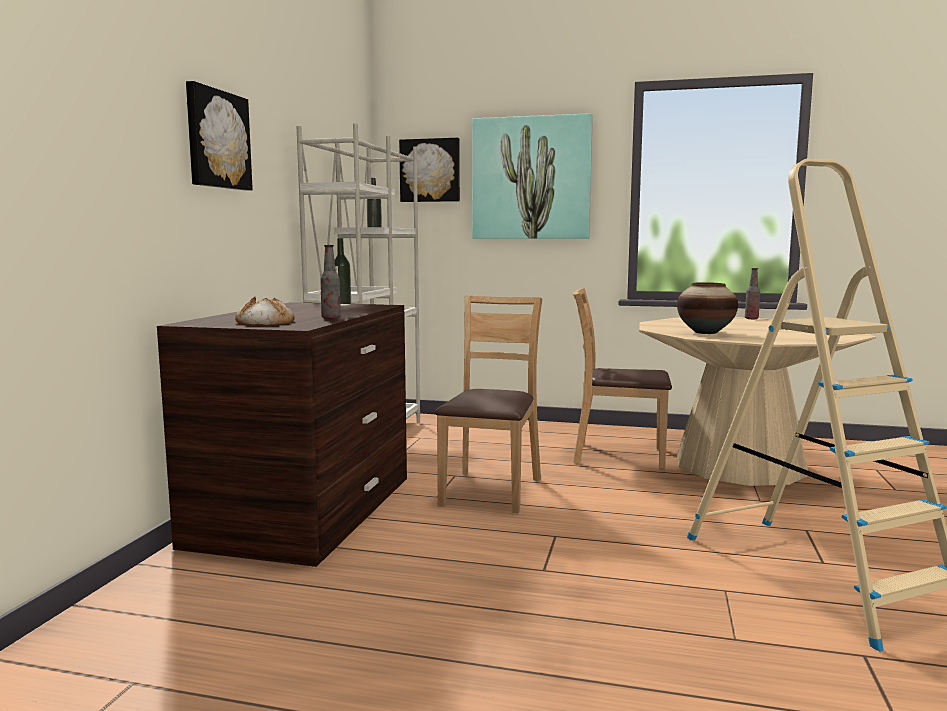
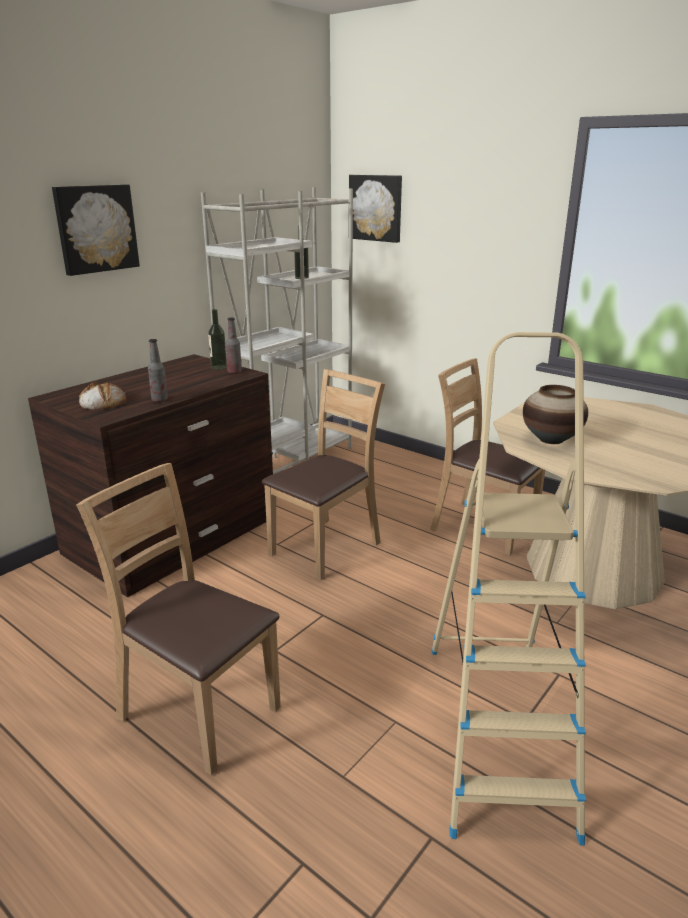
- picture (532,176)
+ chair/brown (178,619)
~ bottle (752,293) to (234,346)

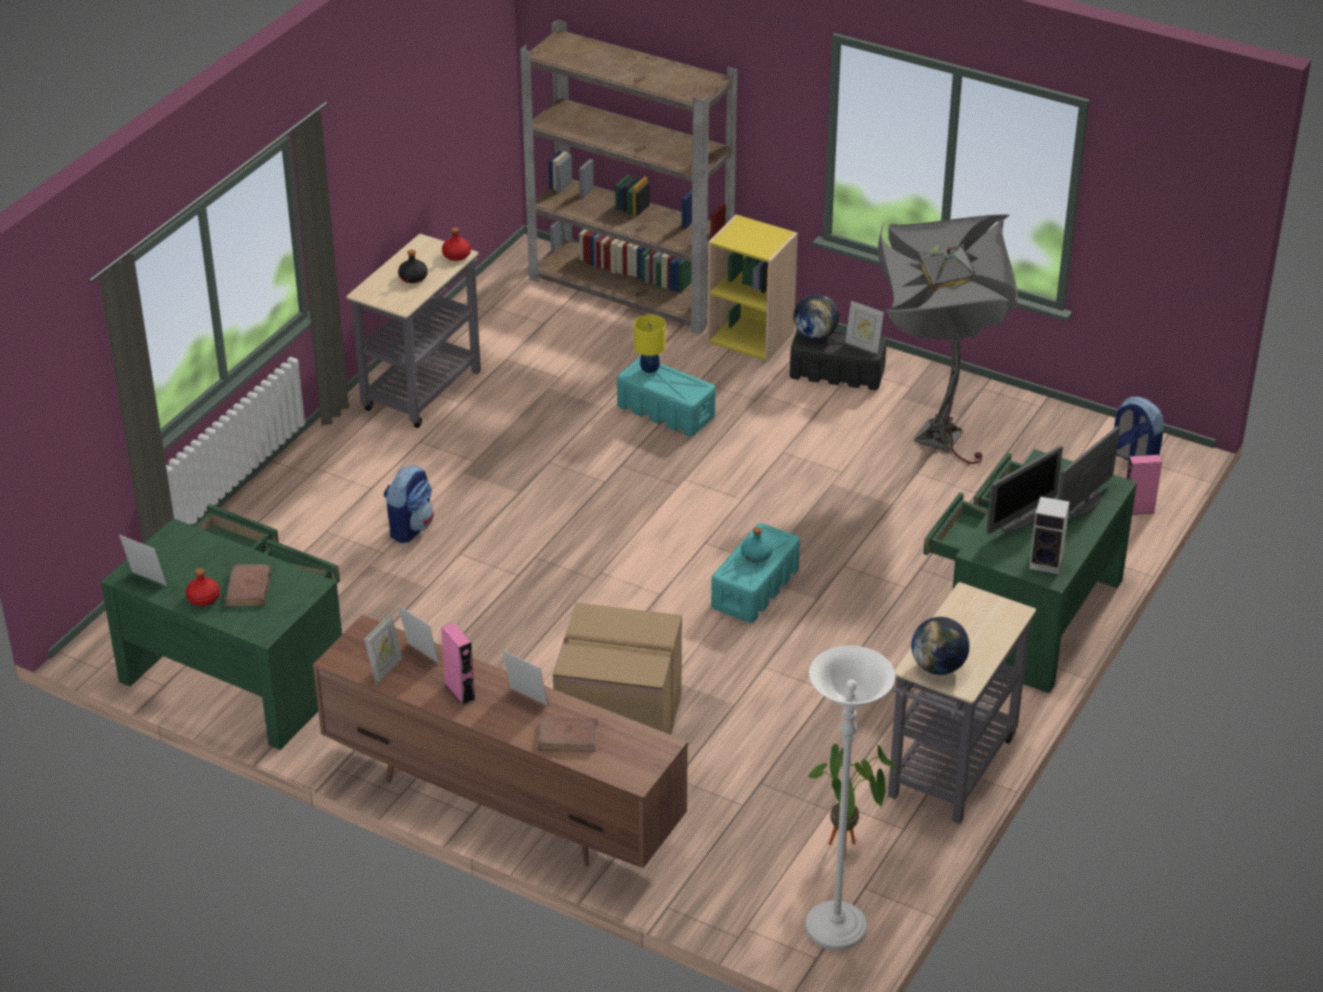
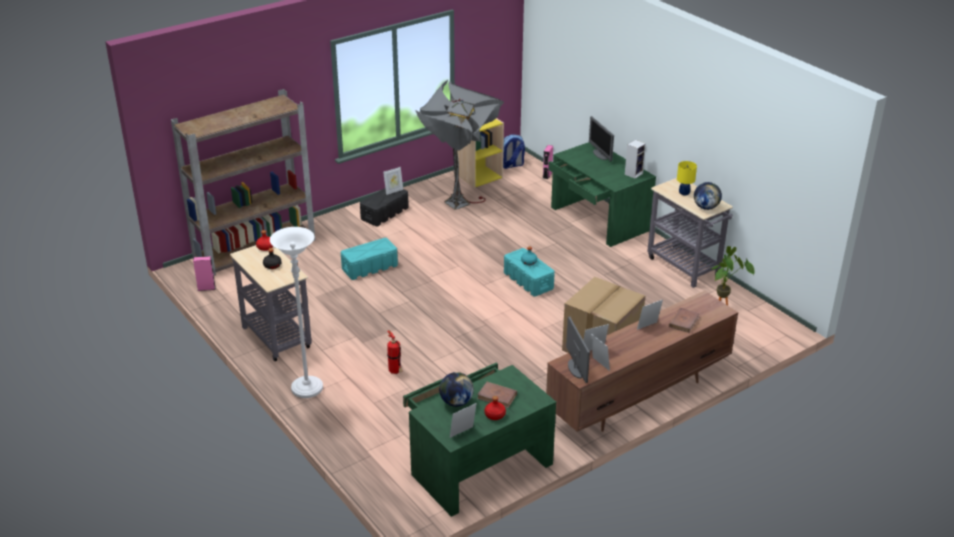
~ speaker/pink (458,663) to (204,273)
~ table lamp/yellow (650,344) to (687,178)
~ bookcase/yellow (752,288) to (480,153)
~ globe (816,317) to (456,389)
~ floor lamp/white (850,798) to (296,312)
~ monitor (1024,490) to (578,349)
~ backpack (409,504) to fire extinguisher (395,352)

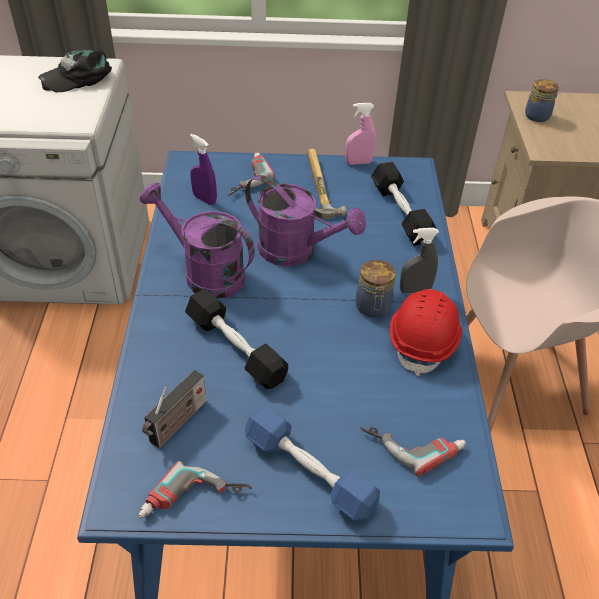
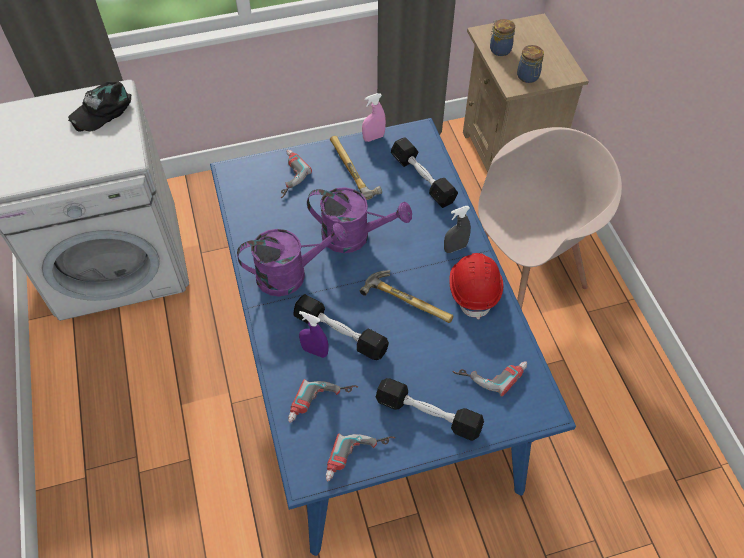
+ hammer (406,296)
~ spray bottle/purple (203,169) to (314,334)
~ jar (375,289) to (530,64)
~ radio (174,409) to power drill (323,401)
~ dumbbell/blue (312,464) to dumbbell/black (430,409)
~ watering can/purple (197,240) = (292,259) 150 degrees clockwise

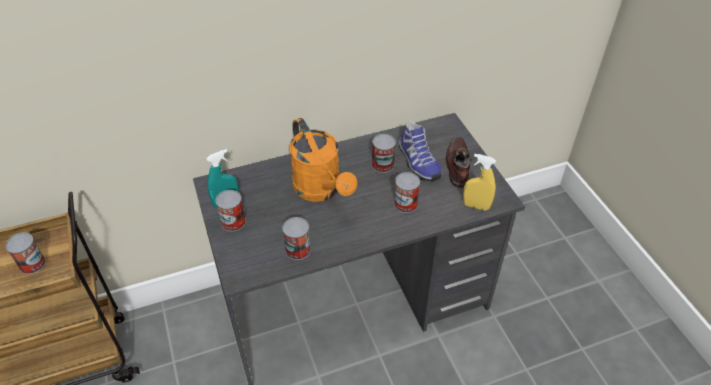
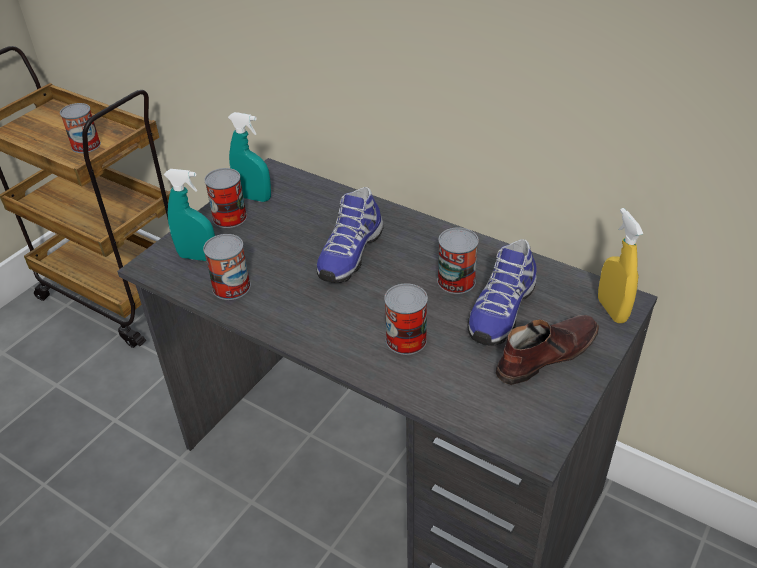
+ spray bottle/turquoise (189,215)
~ spray bottle/yellow (479,182) to (620,265)
~ watering can/orange (323,160) to shoe (350,235)

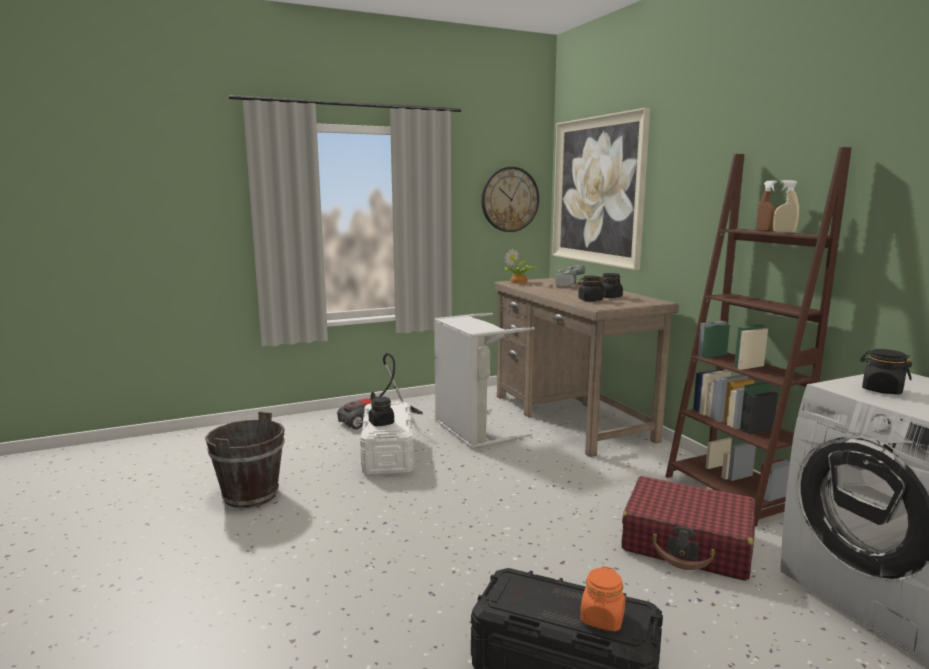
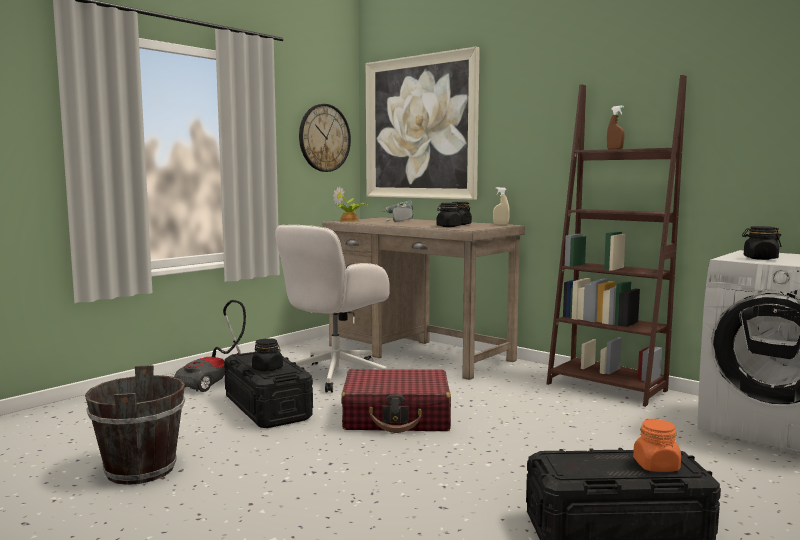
~ suitcase/red (688,528) to (396,401)
~ spray bottle/beige (786,206) to (501,206)
~ laundry basket/grey (484,381) to office chair/white (332,309)
~ storage box/white (387,438) to storage box/black (268,390)

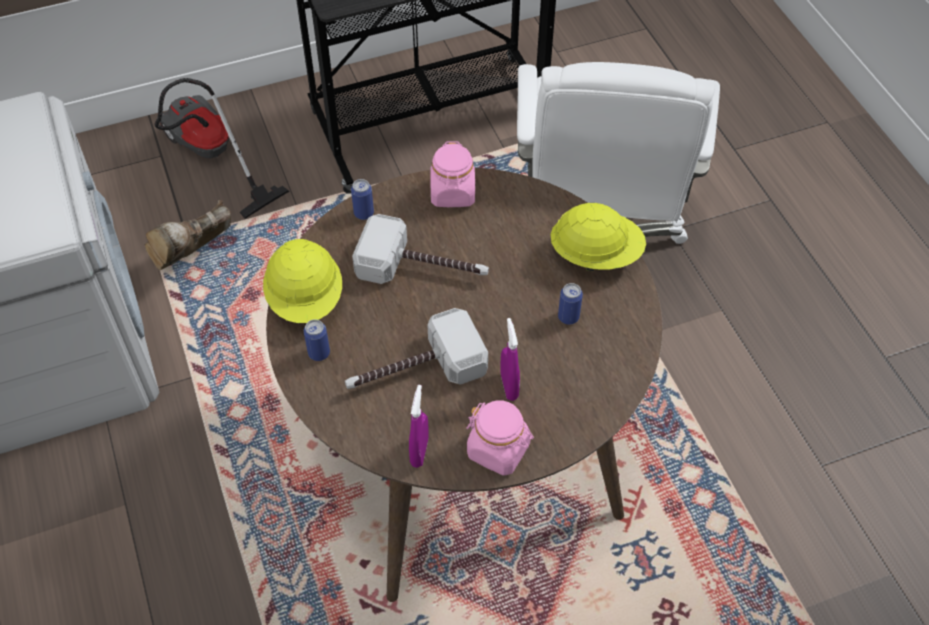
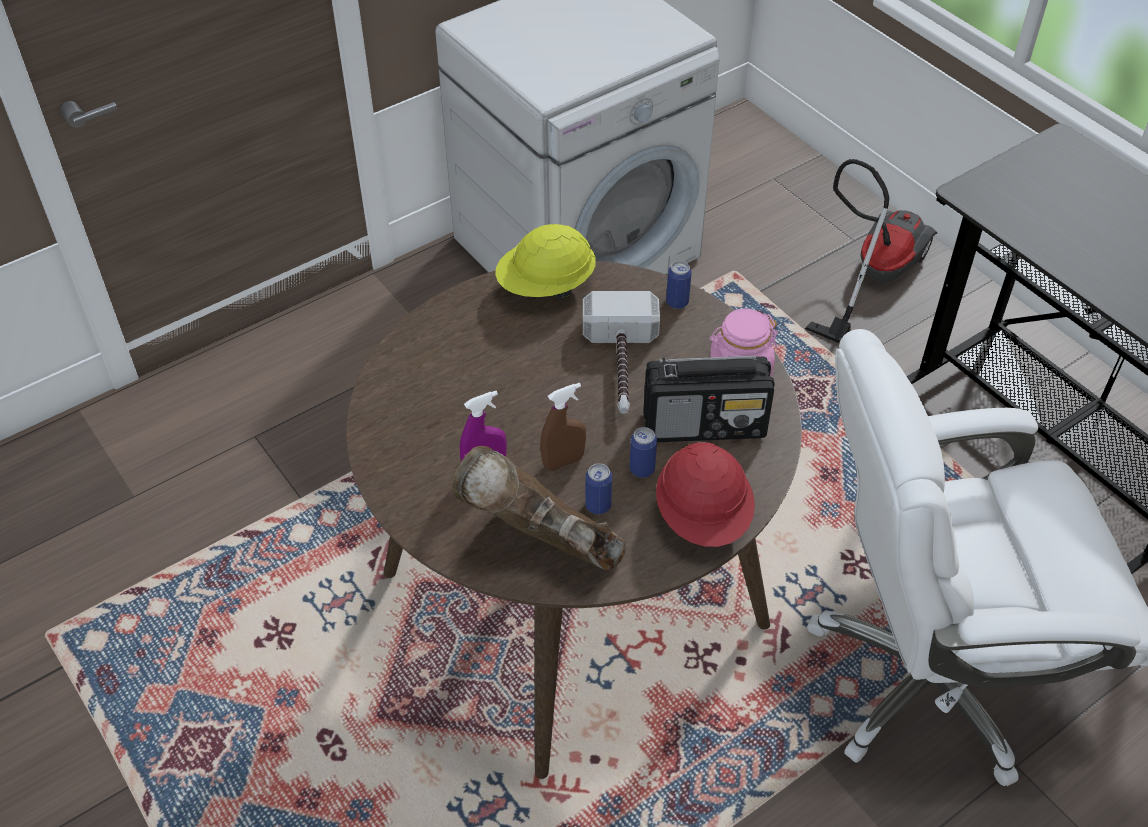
- hammer (416,348)
- spray bottle/purple (419,426)
- jar/pink (500,438)
+ spray bottle/brown (563,427)
+ radio (708,399)
~ boot/brown (187,235) to (538,508)
~ can (317,340) to (643,452)
~ hard hat/yellow (598,237) to hard hat/red (705,494)

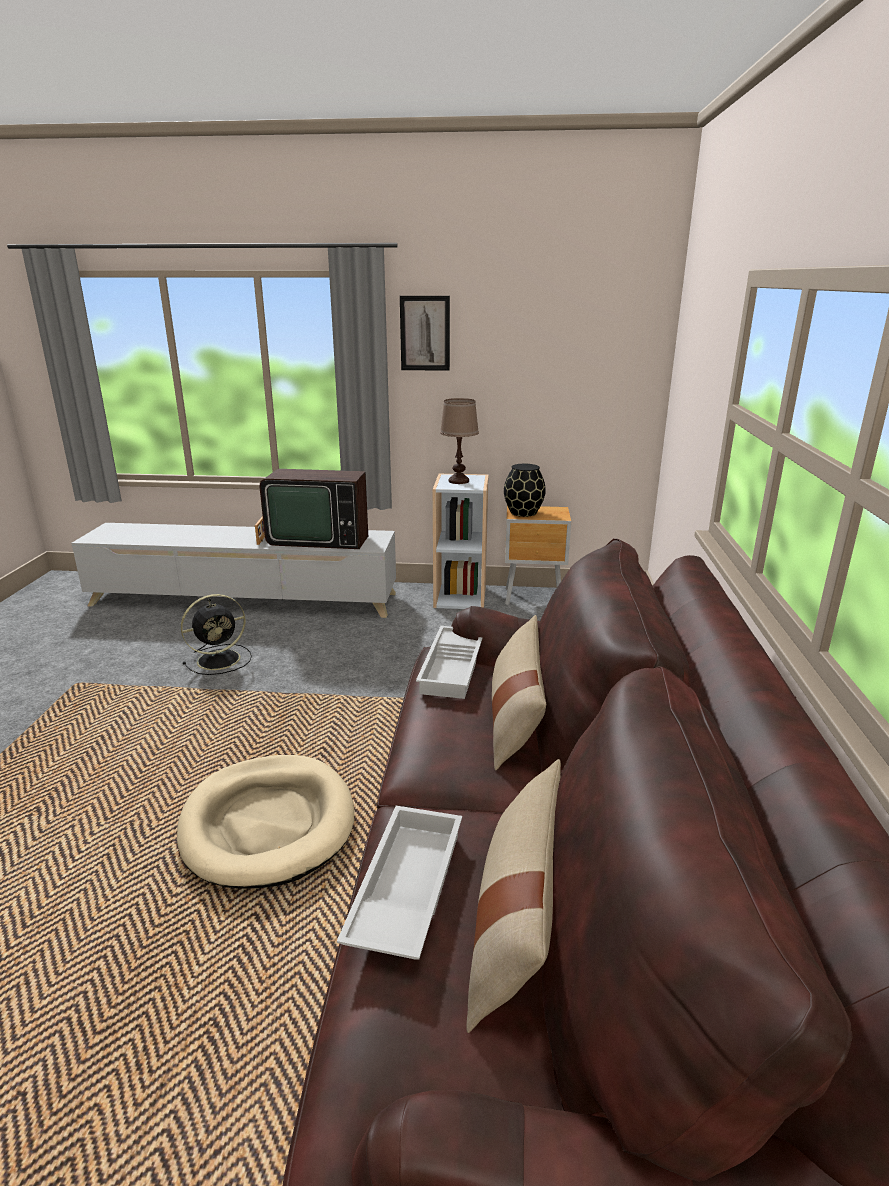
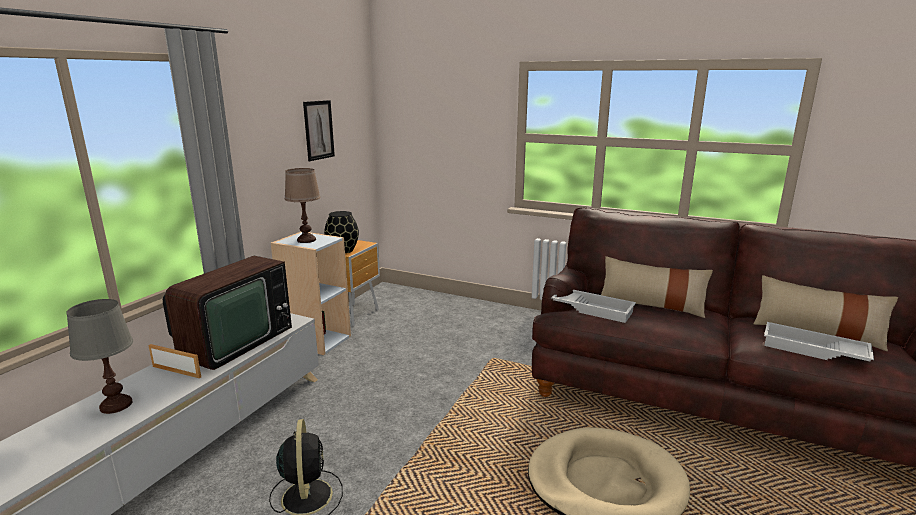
+ table lamp/grey (99,356)
~ picture (425,333) to (319,130)

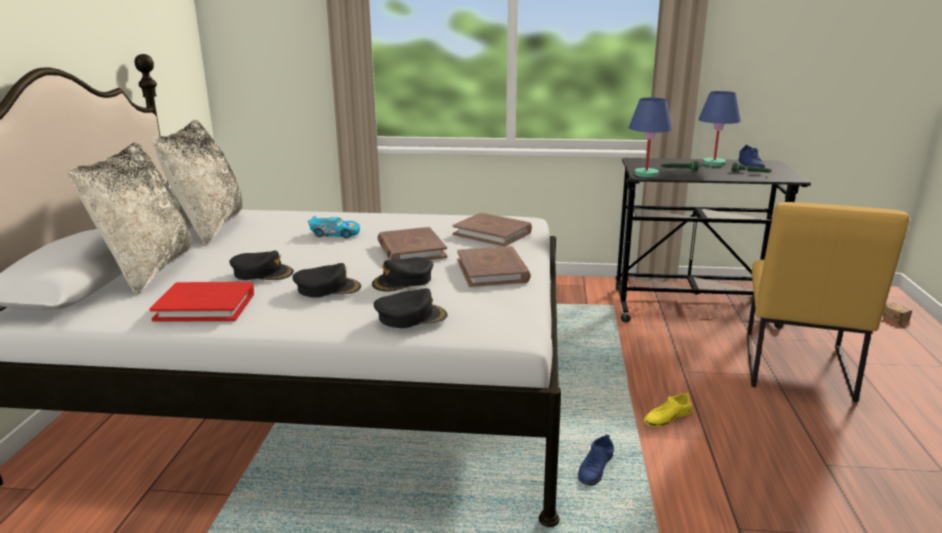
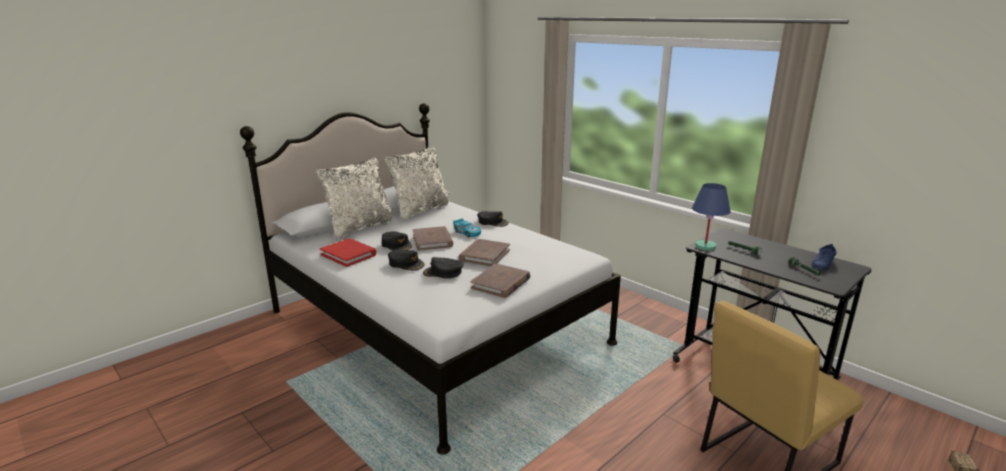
- shoe/blue (596,460)
- shoe/yellow (668,409)
- table lamp/blue (719,128)
~ cap/black (410,308) to (493,219)
~ book/brown (492,230) to (433,238)

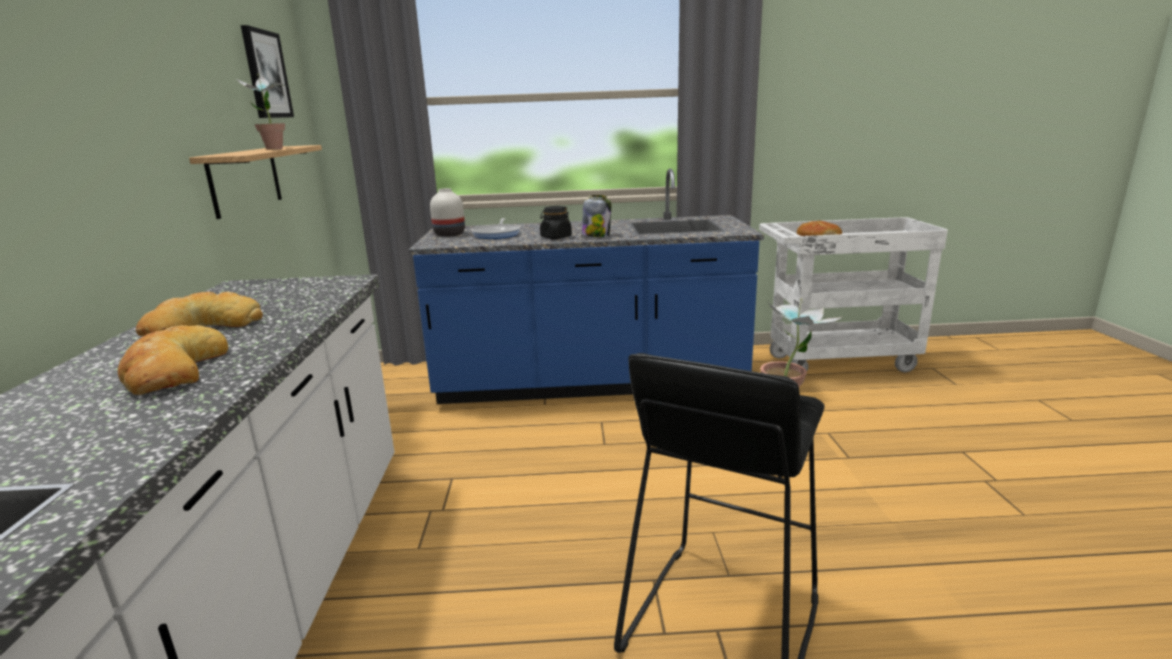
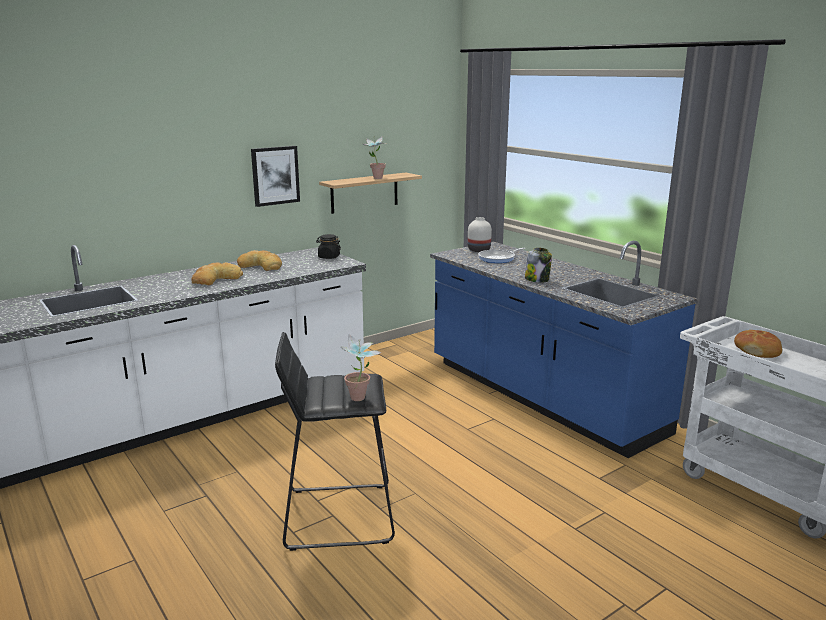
~ picture (267,71) to (275,176)
~ jar/black (556,222) to (328,246)

